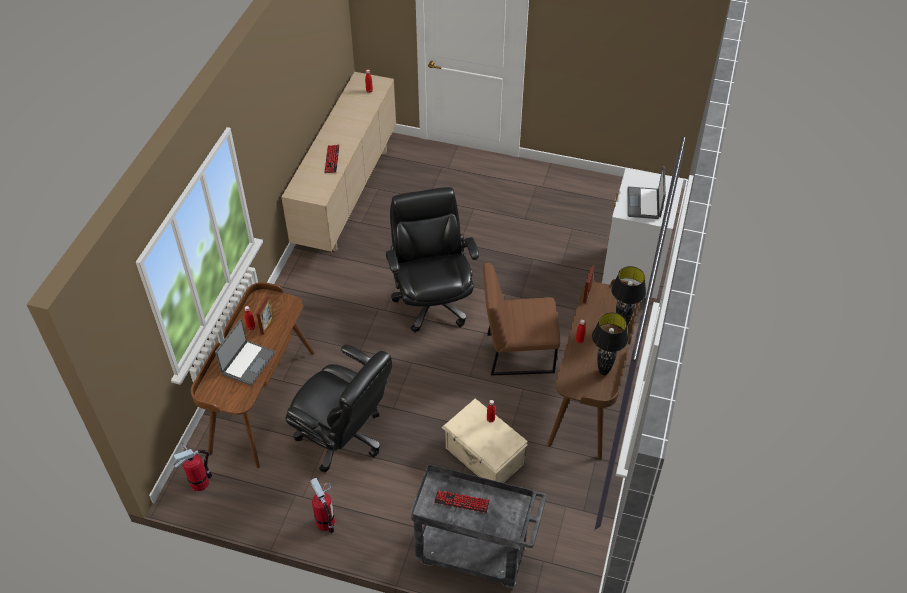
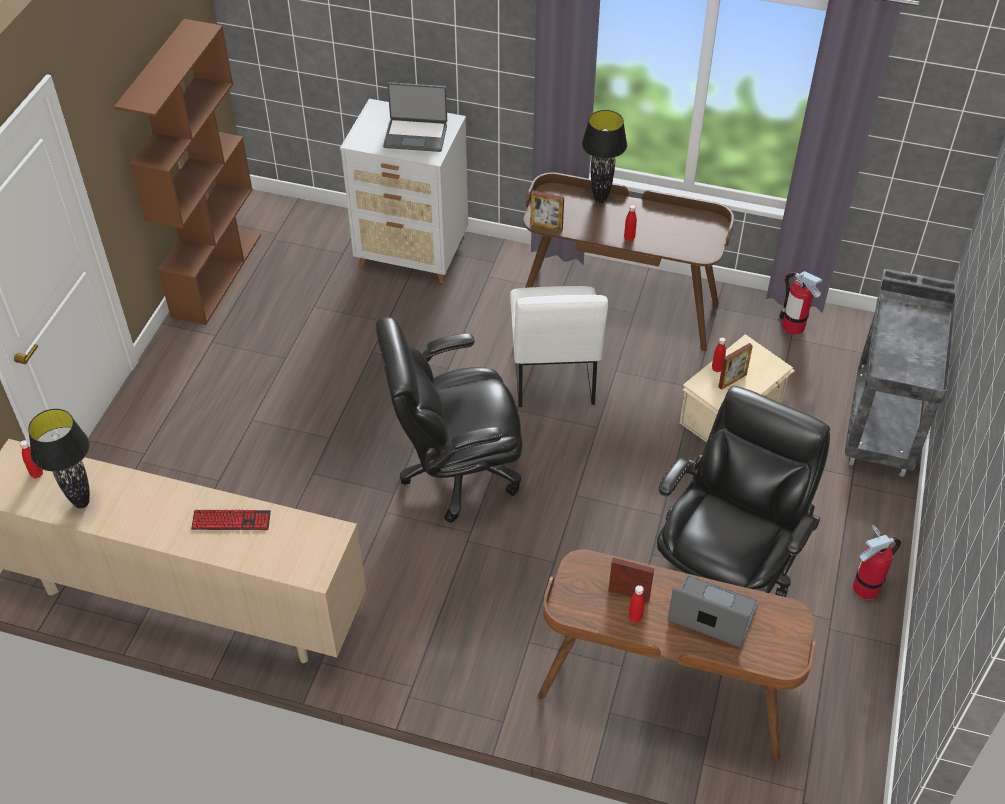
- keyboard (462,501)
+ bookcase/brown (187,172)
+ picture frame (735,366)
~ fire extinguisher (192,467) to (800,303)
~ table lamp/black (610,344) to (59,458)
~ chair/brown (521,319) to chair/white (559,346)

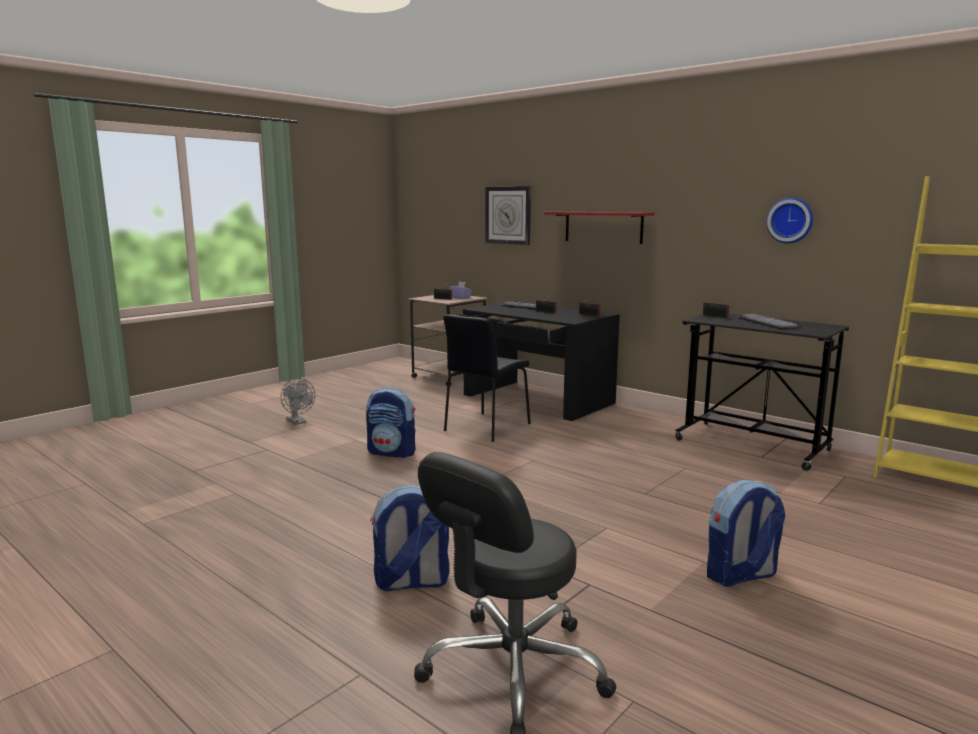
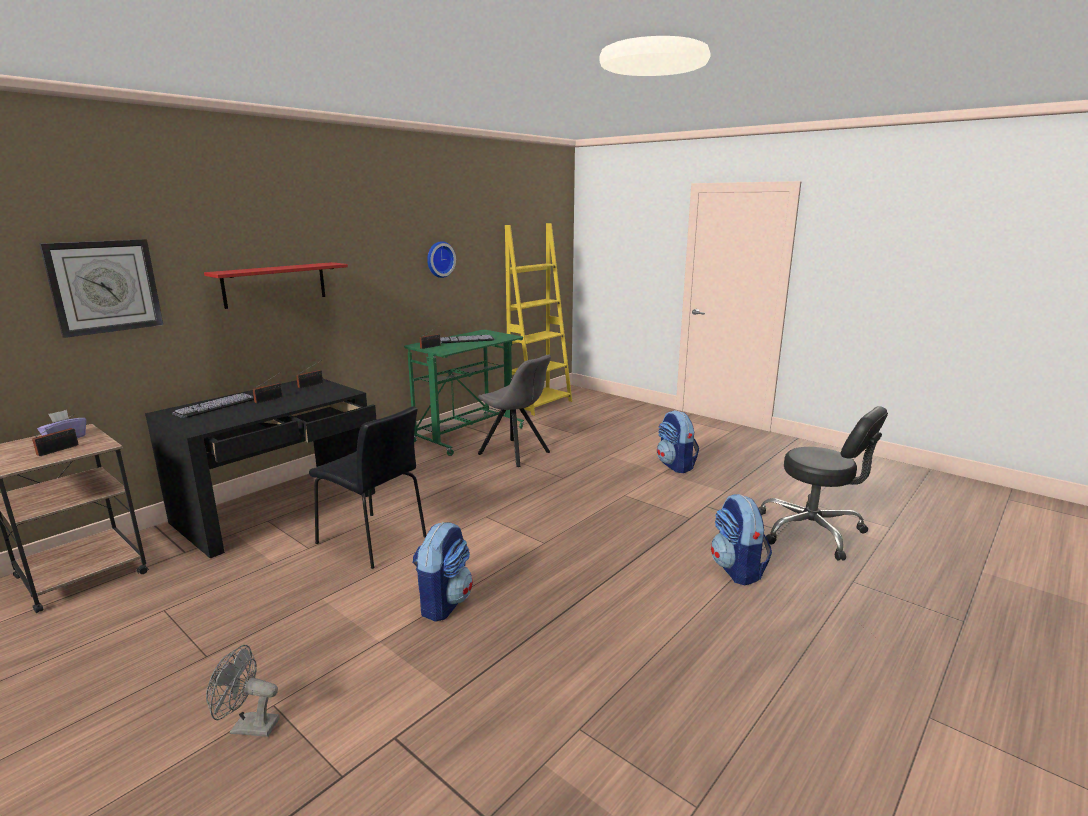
+ chair/grey (514,411)
~ desk/black (762,392) to desk/green (464,393)
~ fan/grey (298,401) = (243,691) 135 degrees counterclockwise

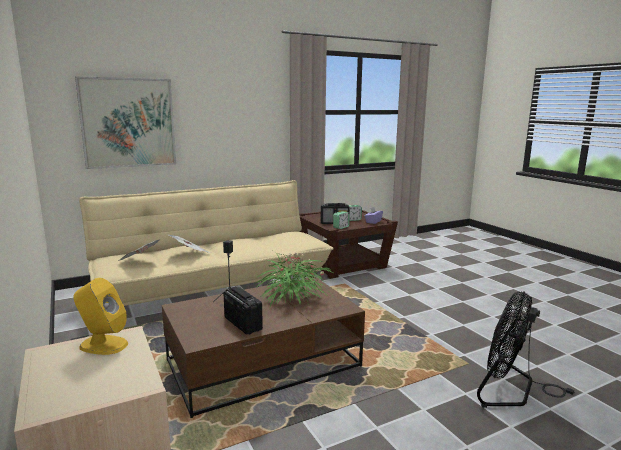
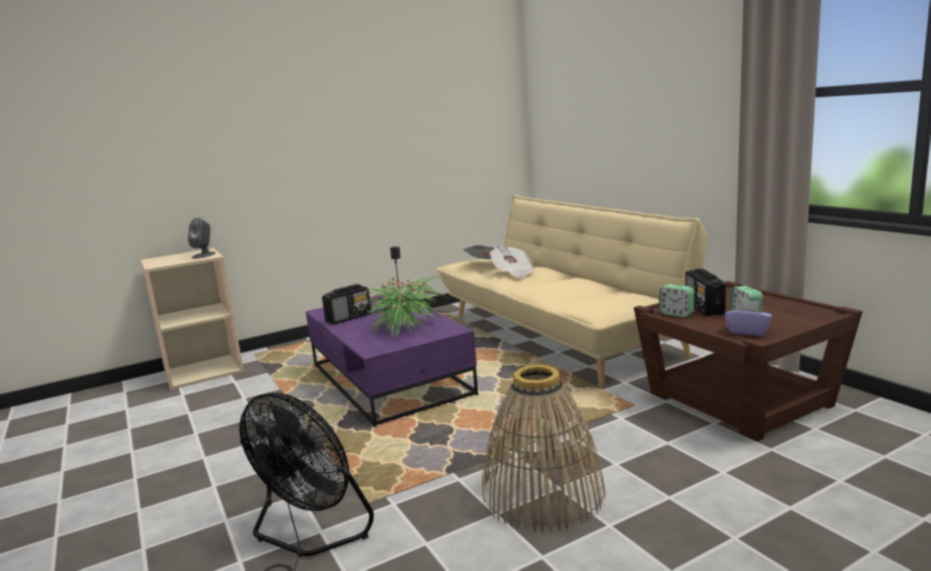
- picture (125,122)
+ basket (543,448)
~ speaker/yellow (100,316) to speaker/grey (202,238)
~ coffee table/brown (263,347) to coffee table/purple (392,359)

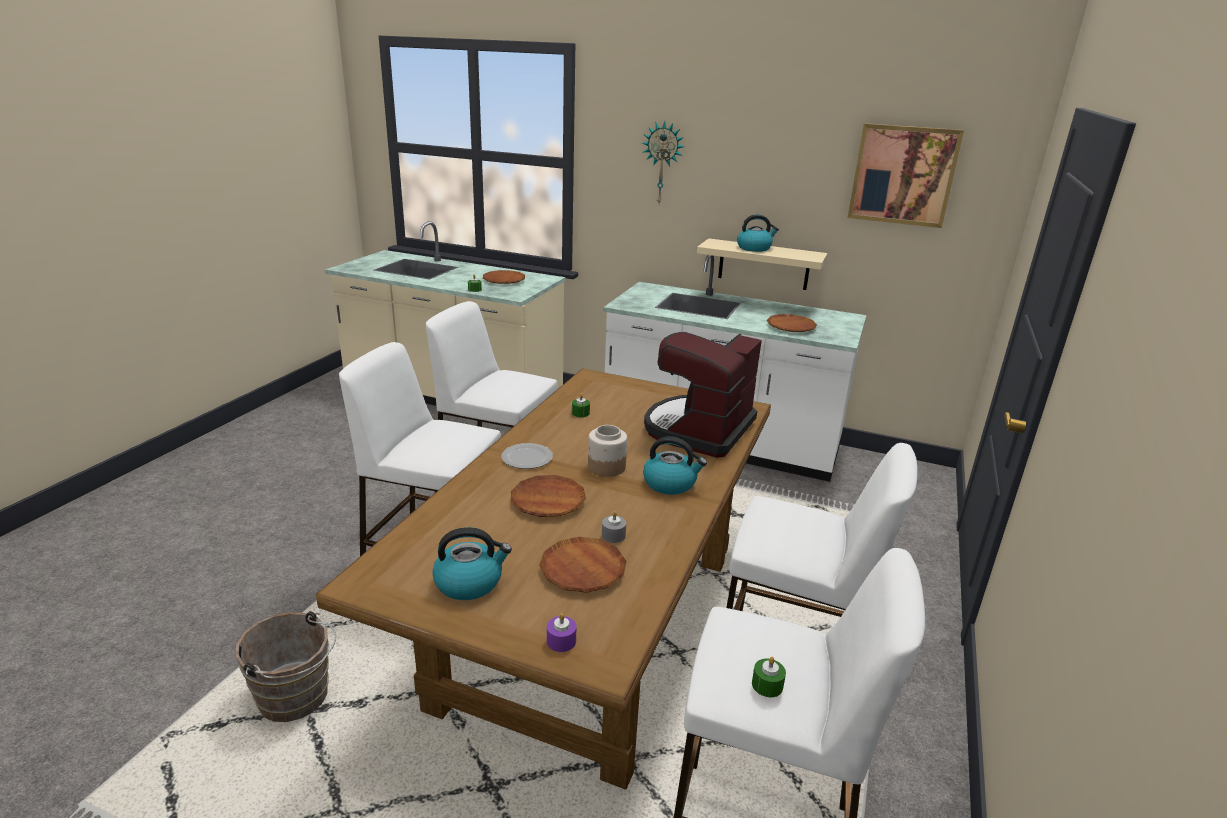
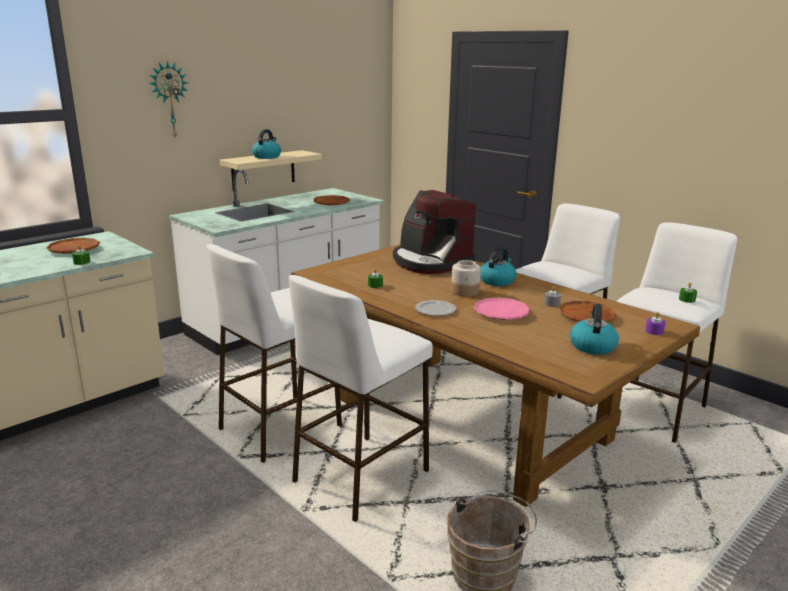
- picture (906,175)
~ plate/brown (548,496) to plate/pink (502,308)

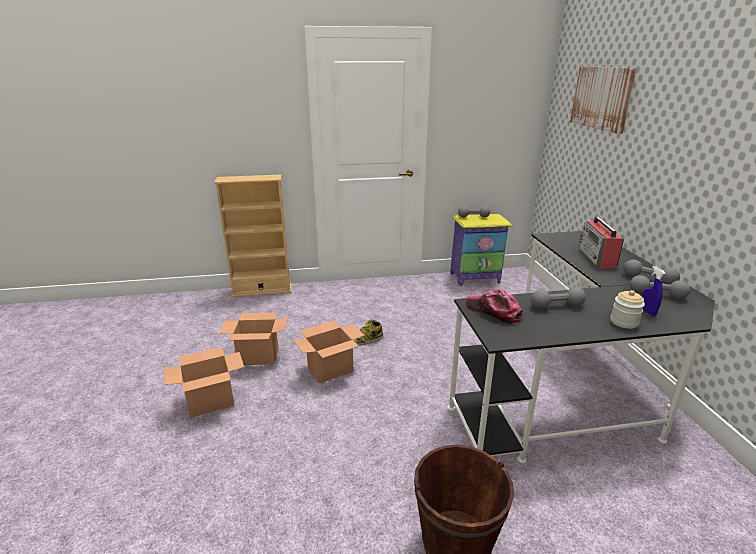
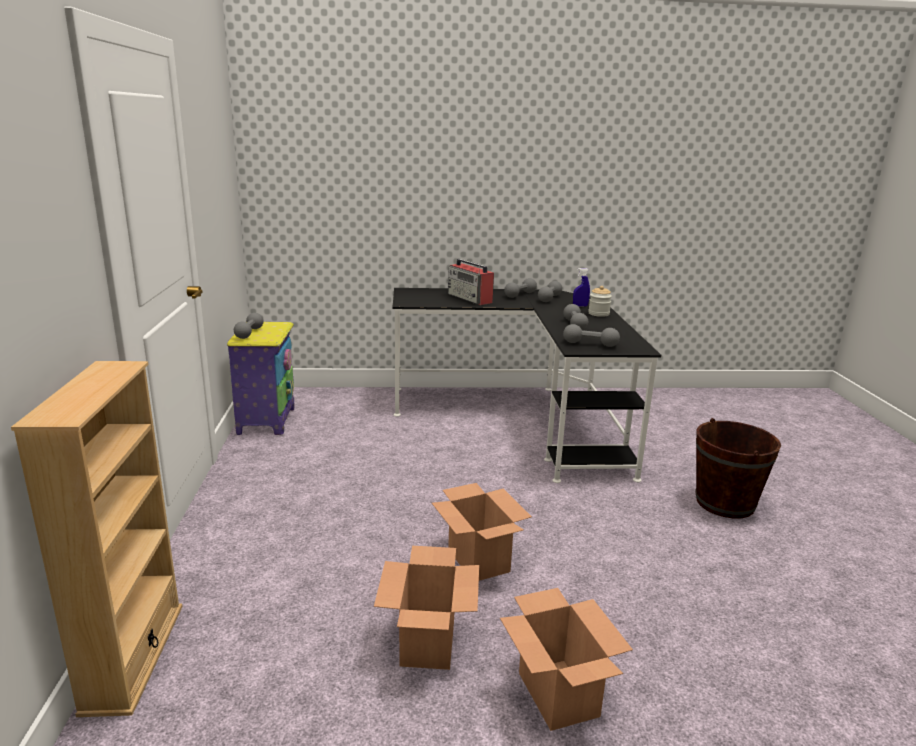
- boot (368,332)
- picture (603,100)
~ cap (494,306) to dumbbell/grey (591,335)
~ radio (601,242) = (471,282) 45 degrees clockwise

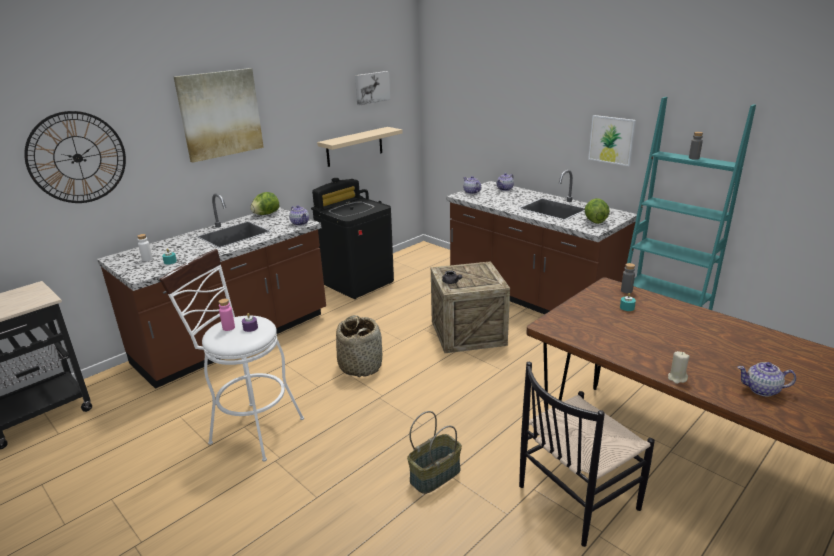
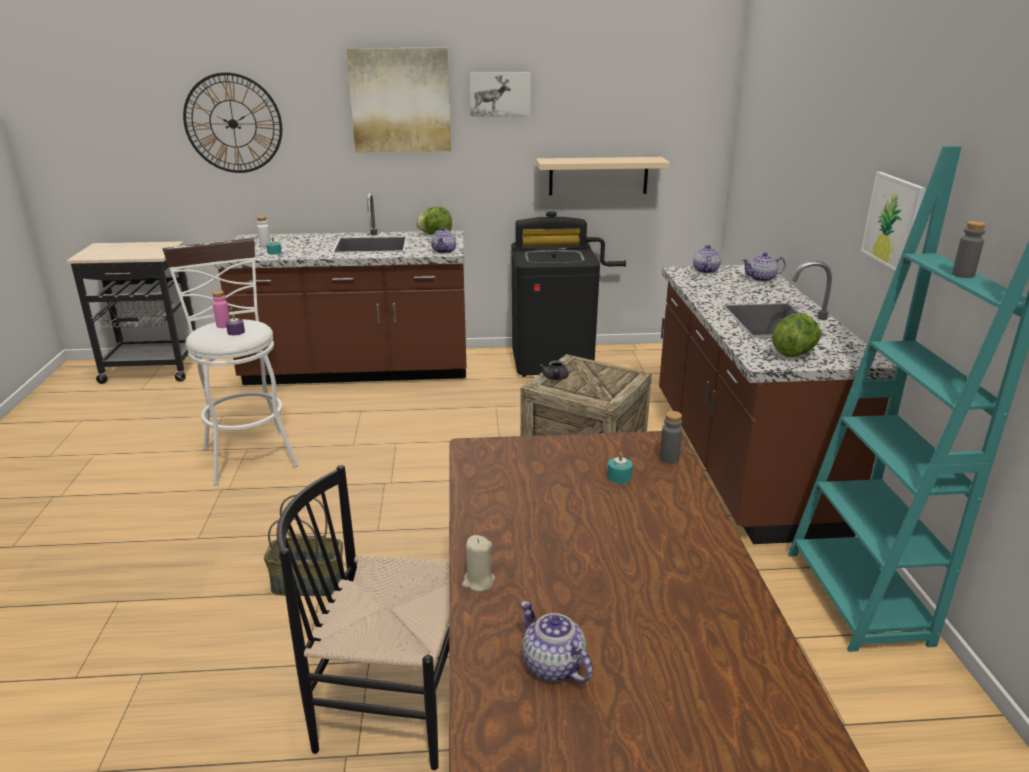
- basket (359,346)
~ picture (372,88) to (500,94)

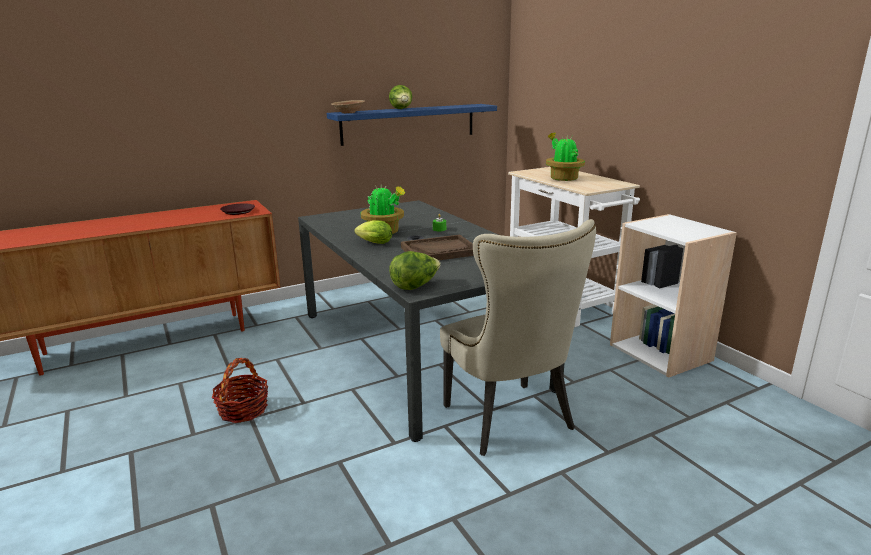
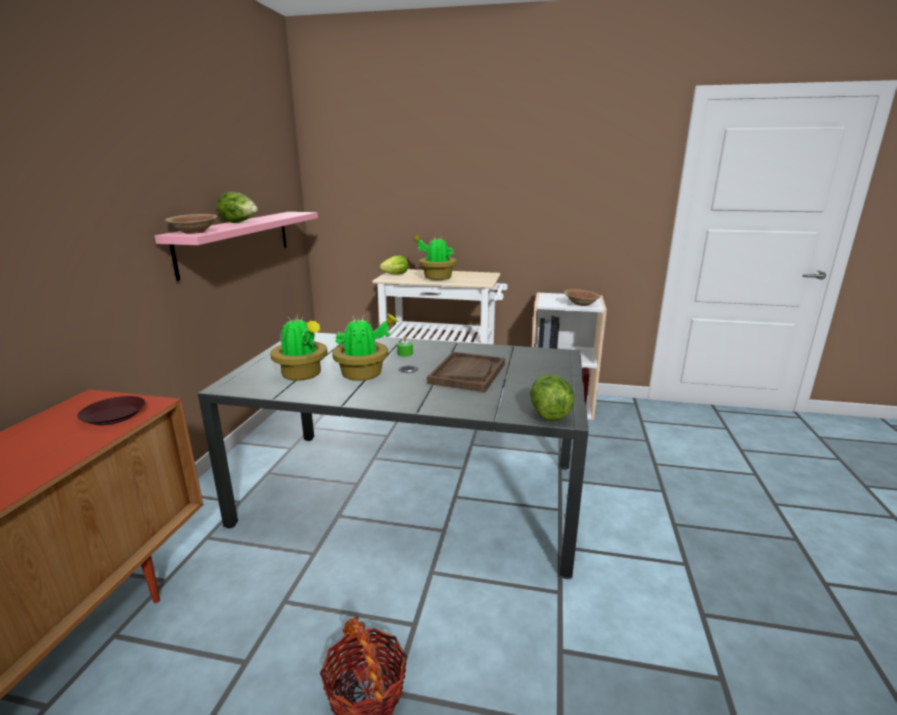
- chair/beige (518,337)
+ potted plant (299,347)
+ bowl/brown (582,297)
~ lettuce (373,232) to (394,265)
~ shelf/blue (412,125) to shelf/pink (236,246)

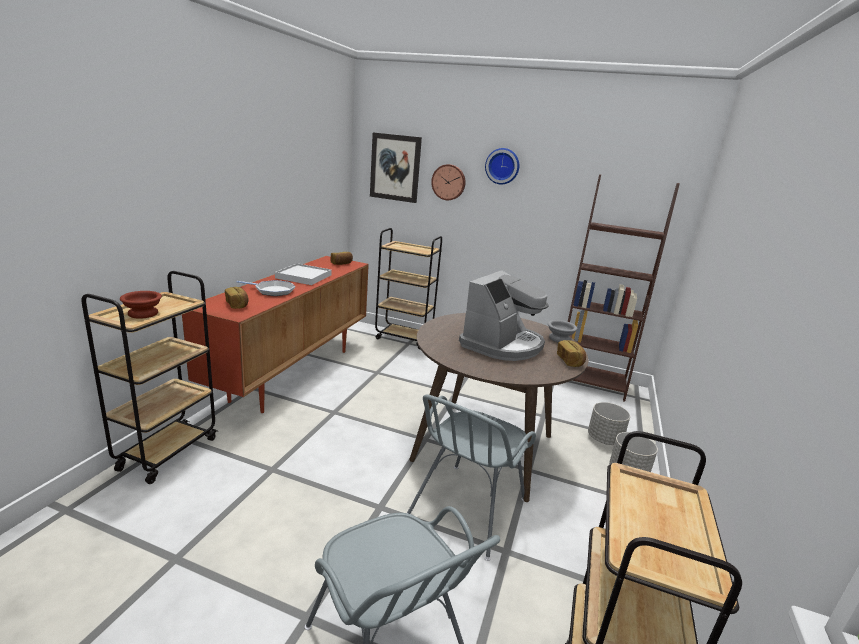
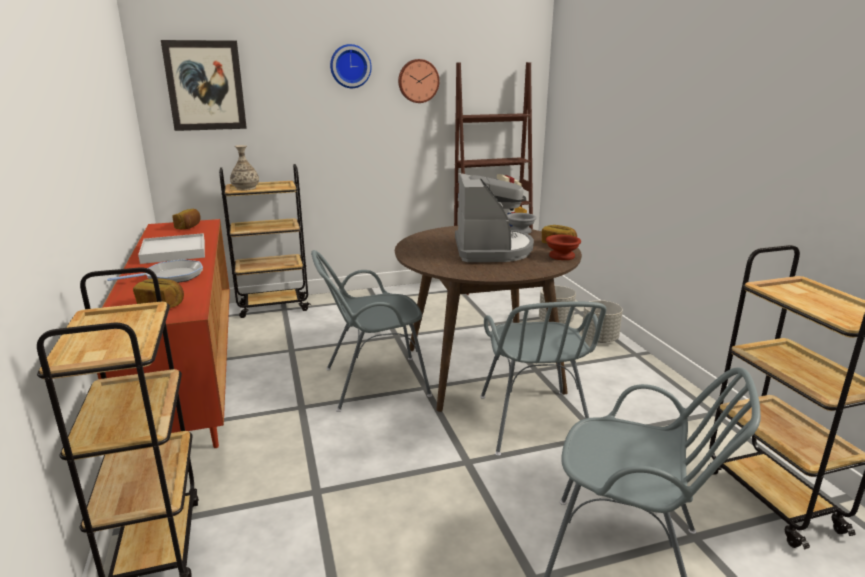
+ vase (244,168)
+ chair/grey (371,331)
~ bowl/brown (141,305) to (563,247)
~ wall clock (448,182) to (419,81)

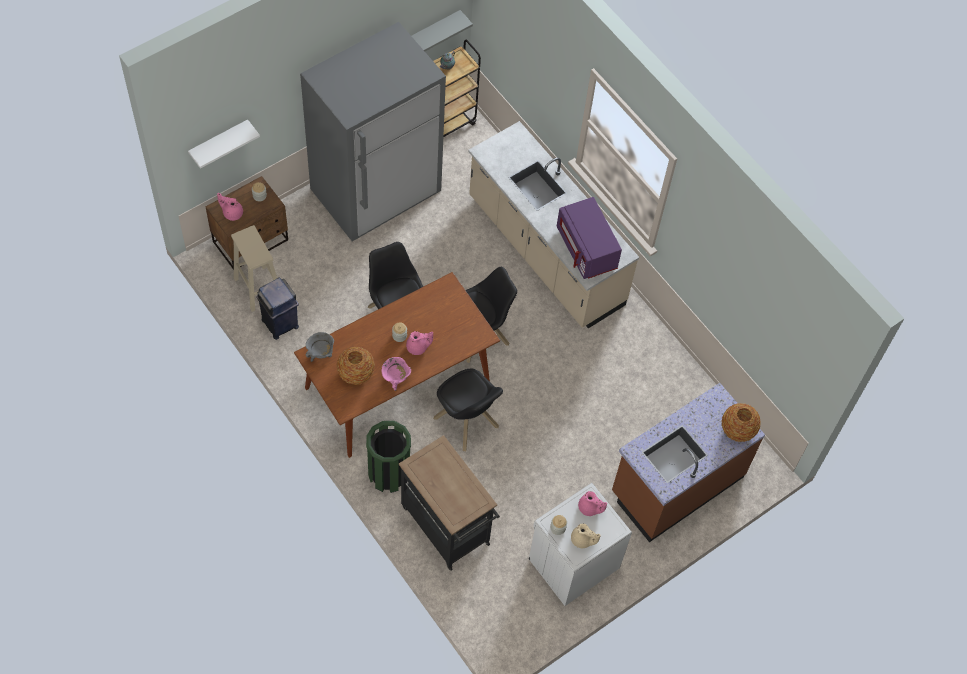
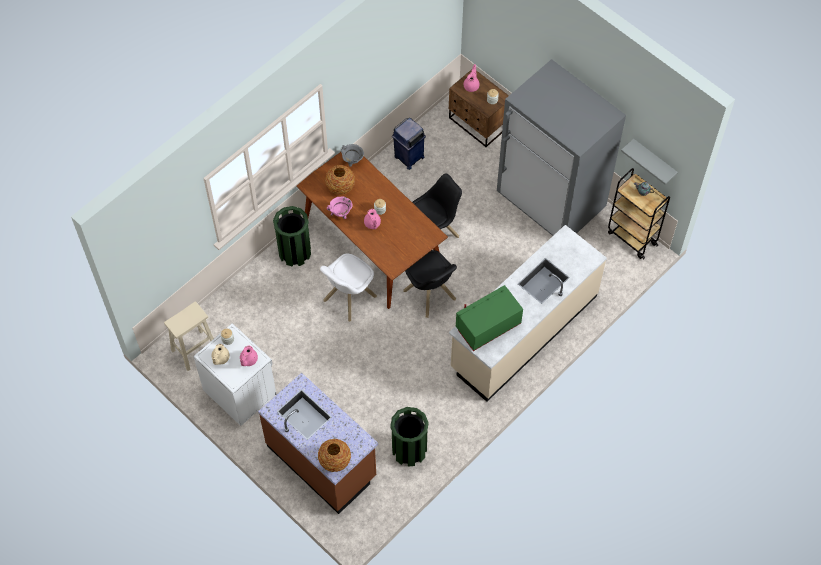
- shelf/white (224,144)
- cart/black (449,503)
+ trash can/green (409,437)
~ stool/beige (254,268) to (189,336)
~ chair/black (468,410) to chair/white (348,287)
~ microwave/purple (589,238) to microwave/green (489,318)

